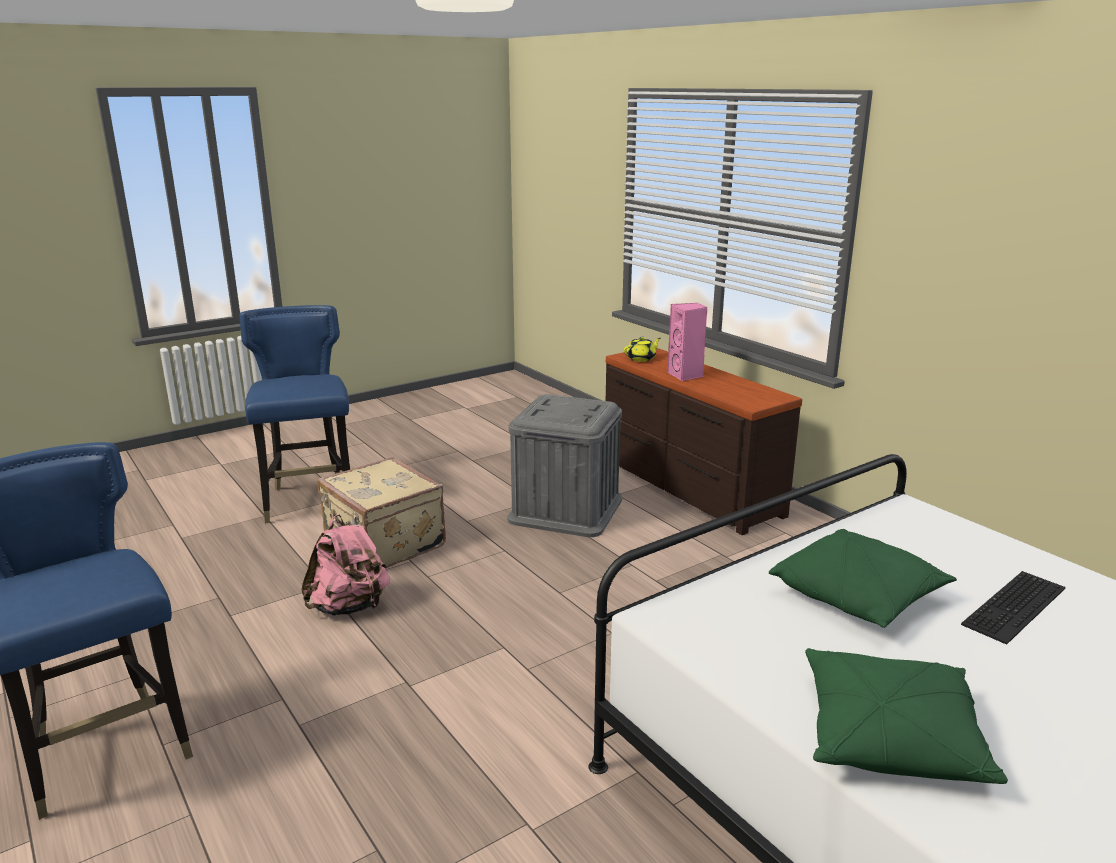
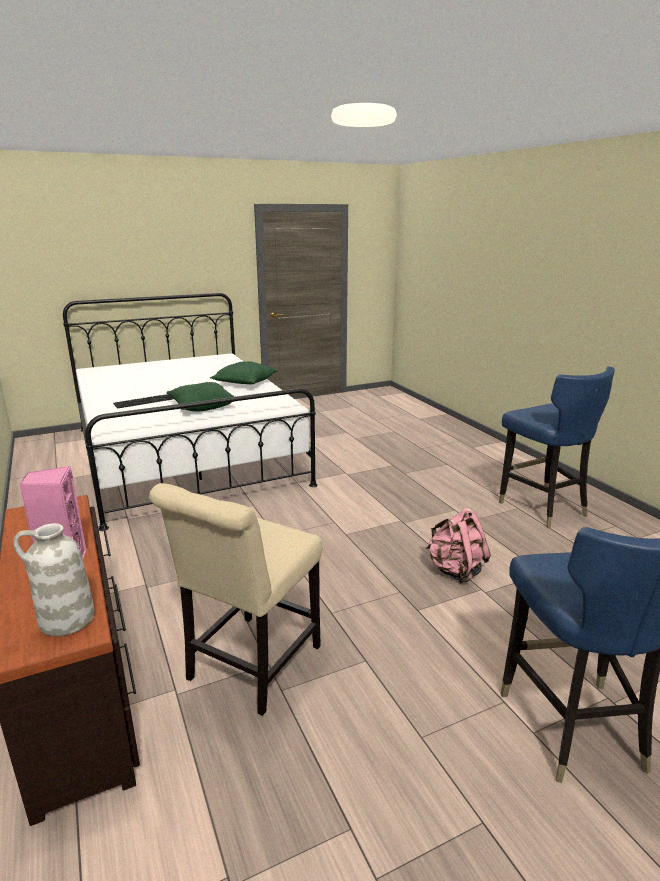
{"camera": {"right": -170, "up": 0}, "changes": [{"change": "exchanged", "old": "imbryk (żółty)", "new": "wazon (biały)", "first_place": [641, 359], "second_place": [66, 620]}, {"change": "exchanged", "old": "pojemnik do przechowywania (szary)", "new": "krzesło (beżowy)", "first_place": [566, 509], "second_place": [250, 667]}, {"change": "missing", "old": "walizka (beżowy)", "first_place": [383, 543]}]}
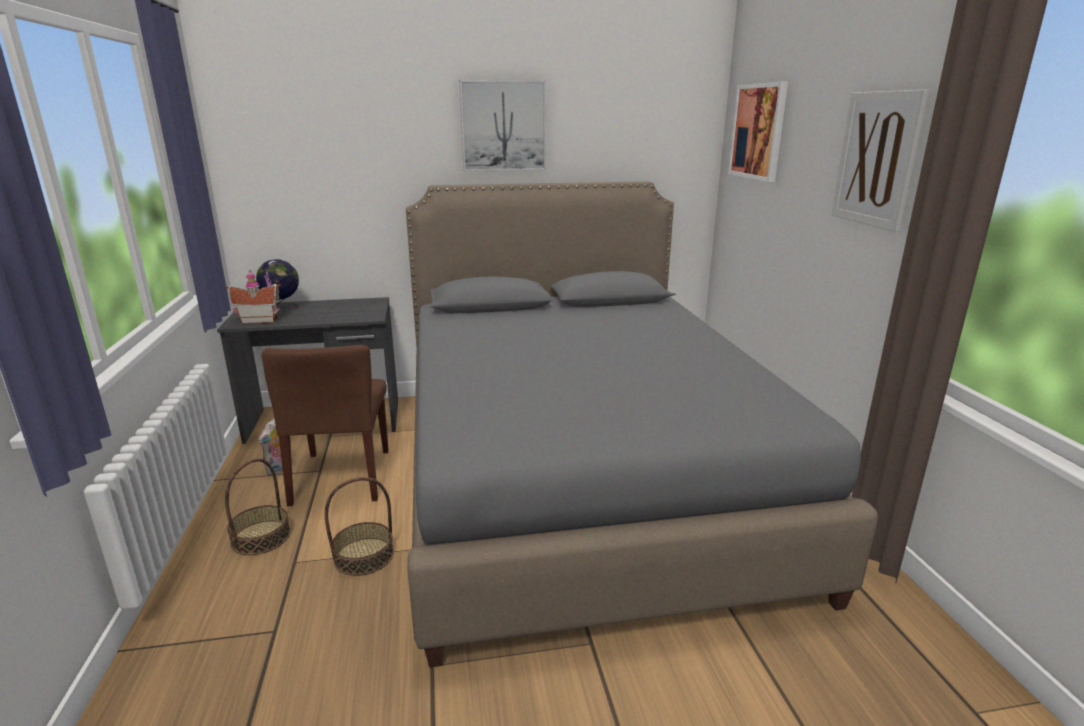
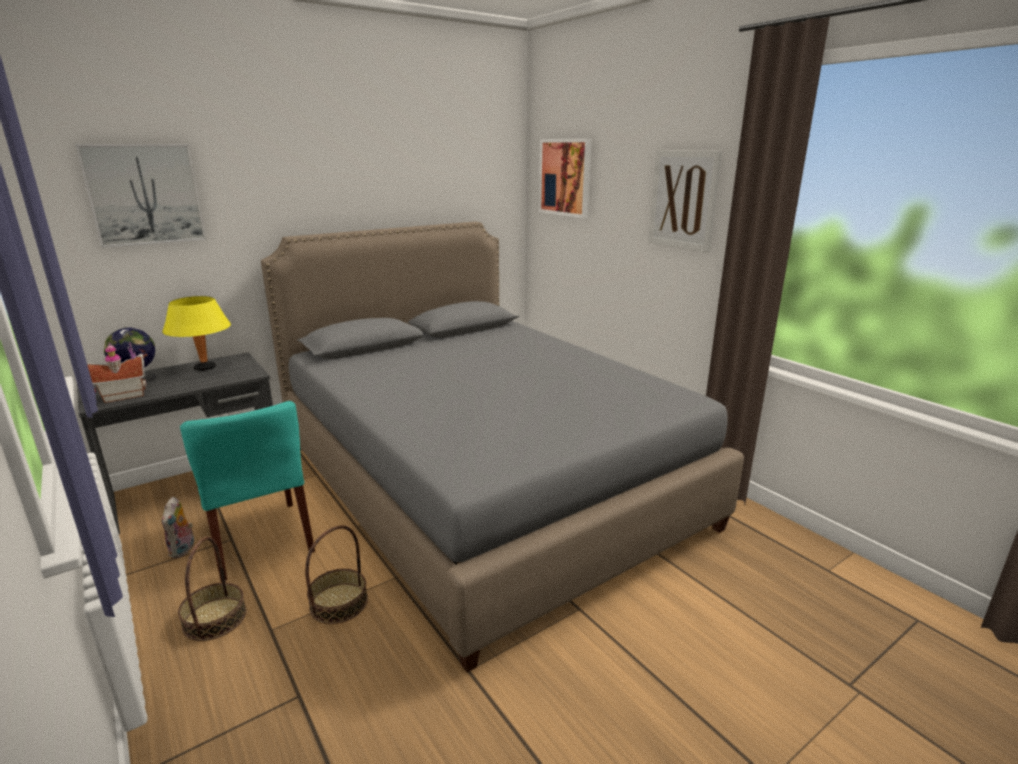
{"camera": {"right": -25, "up": 0}, "changes": [{"change": "relocated", "old": "obraz", "first_place": [503, 126], "second_place": [145, 194]}, {"change": "appeared", "new": "lampa stołowa (żółty)", "second_place": [205, 367]}, {"change": "colour", "old": "krzesło (brązowy)", "new": "krzesło (turkusowy)", "first_place": [342, 477], "second_place": [261, 539]}]}
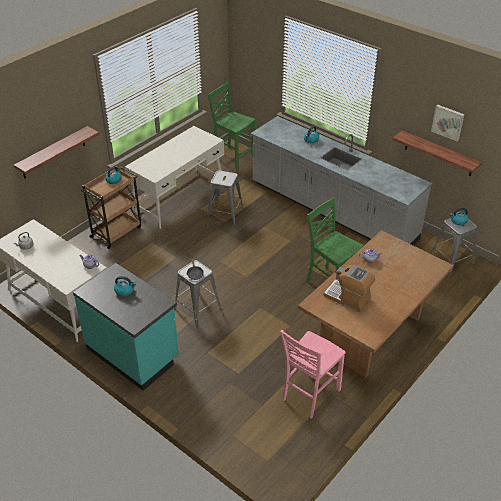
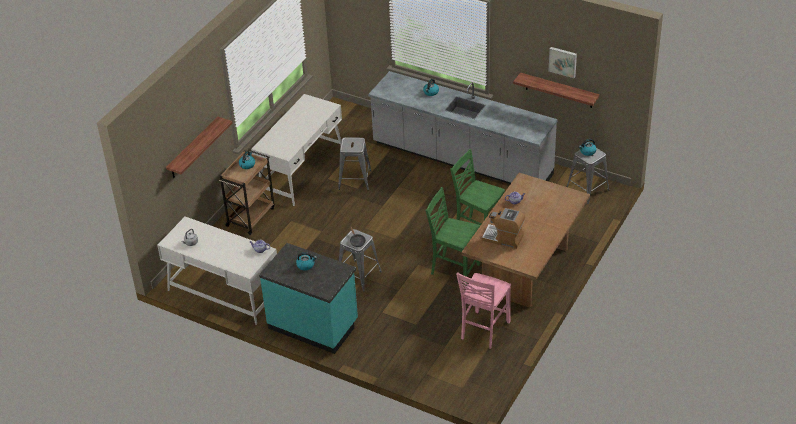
{"camera": {"right": -10, "up": 0}, "changes": [{"change": "relocated", "old": "krzesło (zielony)", "first_place": [232, 156], "second_place": [454, 269]}]}
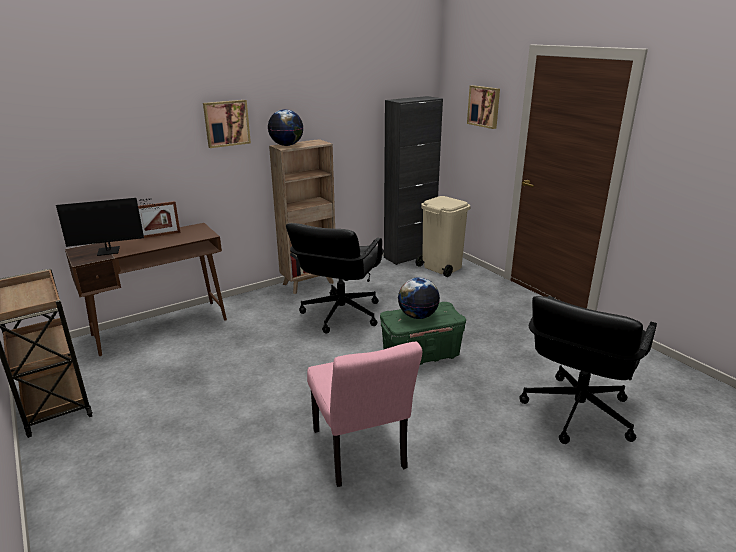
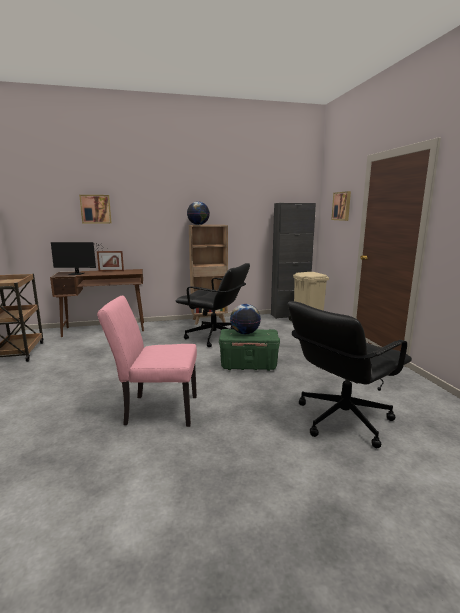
{"camera": {"right": 20, "up": -10}, "changes": [{"change": "relocated", "old": "obraz", "first_place": [226, 123], "second_place": [96, 209]}, {"change": "spun", "old": "krzesło (różowy)", "first_place": [361, 454], "second_place": [155, 410], "degrees": 90}, {"change": "spun", "old": "krzesło biurowe (czarny)", "first_place": [340, 314], "second_place": [214, 337], "degrees": -105}]}
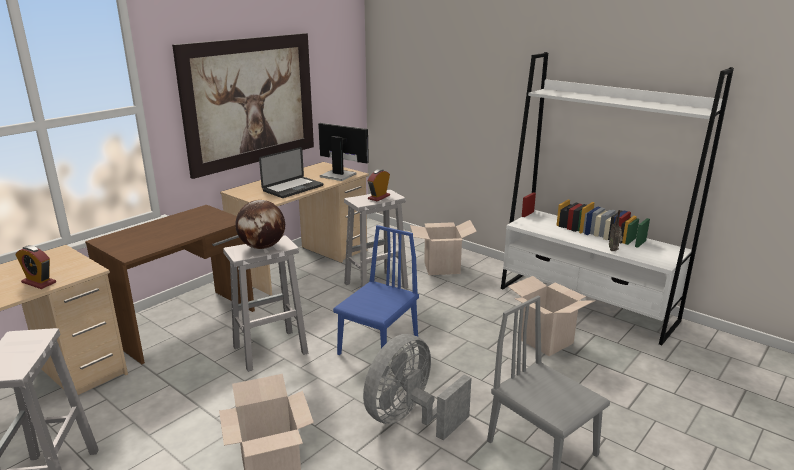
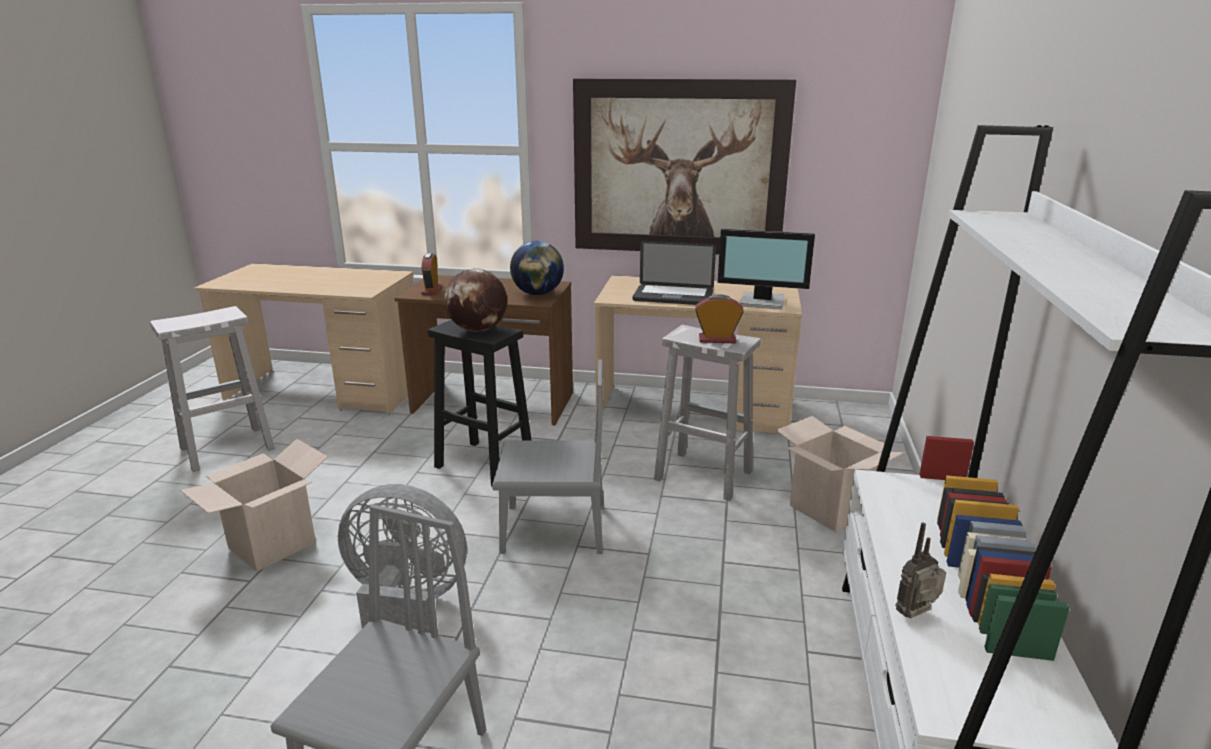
{"camera": {"right": 60, "up": 0}, "changes": [{"change": "relocated", "old": "budzik", "first_place": [39, 282], "second_place": [432, 290]}, {"change": "colour", "old": "stołek (biały)", "new": "stołek (czarny)", "first_place": [269, 350], "second_place": [483, 463]}, {"change": "colour", "old": "krzesło (niebieski)", "new": "krzesło (szary)", "first_place": [378, 346], "second_place": [553, 529]}, {"change": "appeared", "new": "globus", "second_place": [538, 294]}, {"change": "spun", "old": "monitor", "first_place": [338, 175], "second_place": [762, 302], "degrees": 105}, {"change": "missing", "old": "karton", "first_place": [545, 341]}]}
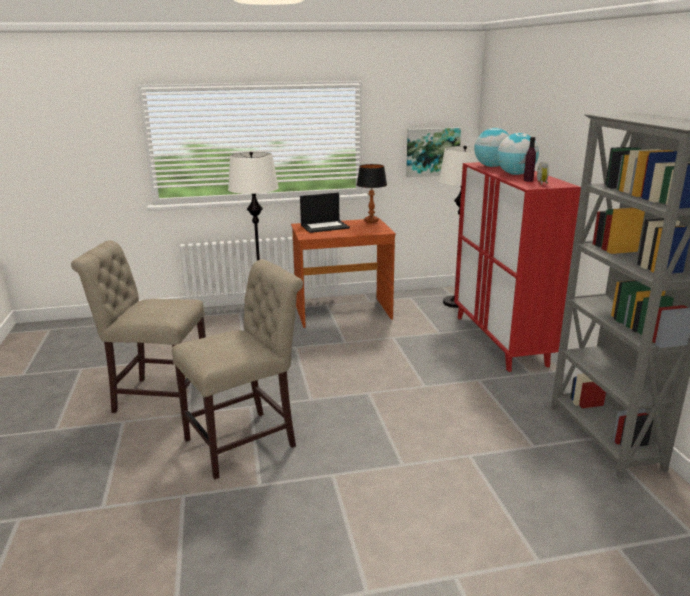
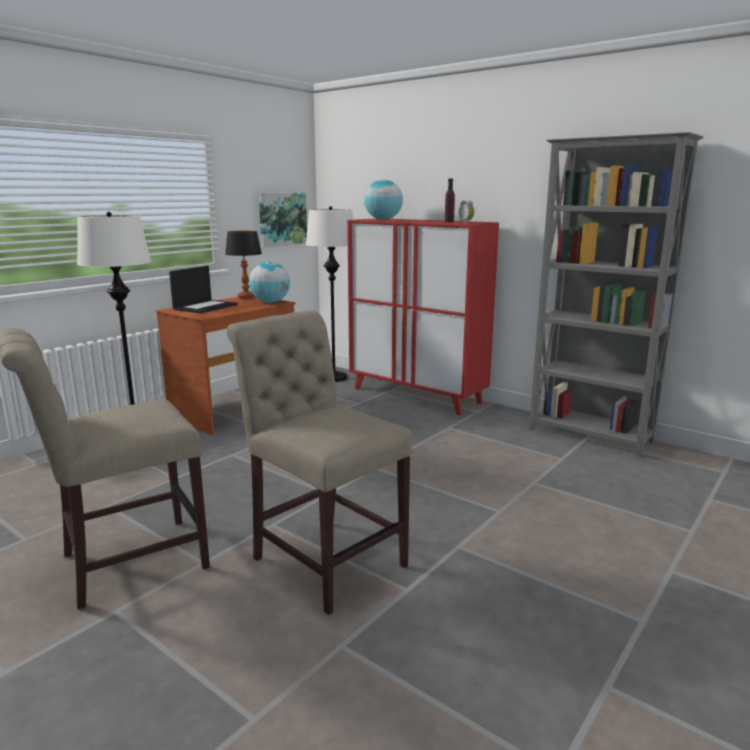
{"camera": {"right": -40, "up": -5}, "changes": [{"change": "spun", "old": "krzesło (beżowy)", "first_place": [246, 441], "second_place": [324, 558], "degrees": -60}, {"change": "relocated", "old": "globus", "first_place": [515, 174], "second_place": [270, 302]}]}
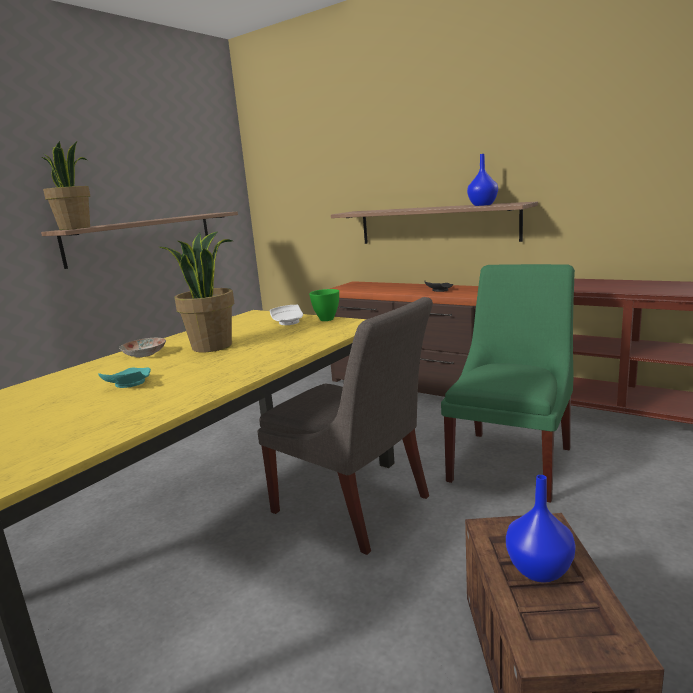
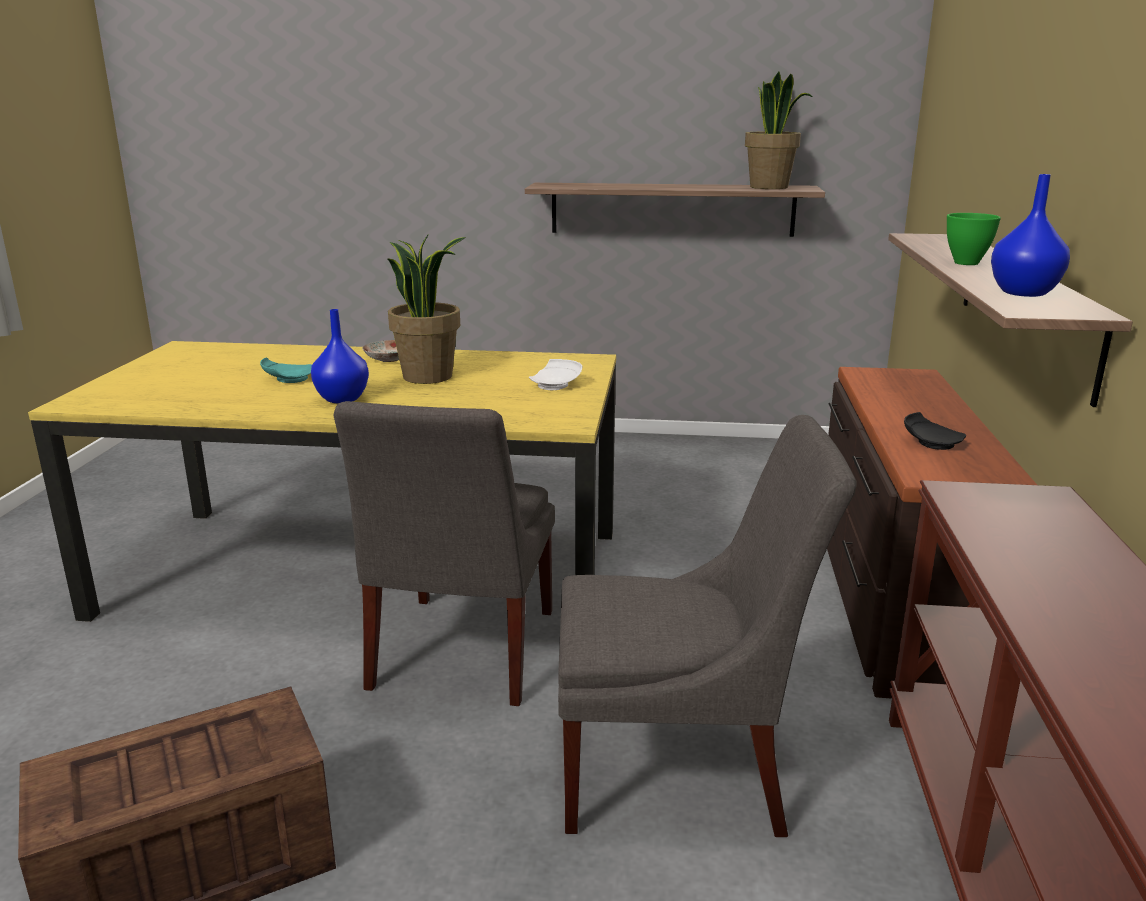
{"camera": {"right": 60, "up": 5}, "changes": [{"change": "relocated", "old": "wazon (niebieski)", "first_place": [540, 571], "second_place": [341, 399]}, {"change": "colour", "old": "krzesło (zielony)", "new": "krzesło (szary)", "first_place": [512, 461], "second_place": [681, 770]}, {"change": "relocated", "old": "roślina doniczkowa", "first_place": [76, 228], "second_place": [770, 187]}, {"change": "relocated", "old": "miska (zielony)", "first_place": [326, 319], "second_place": [965, 263]}]}
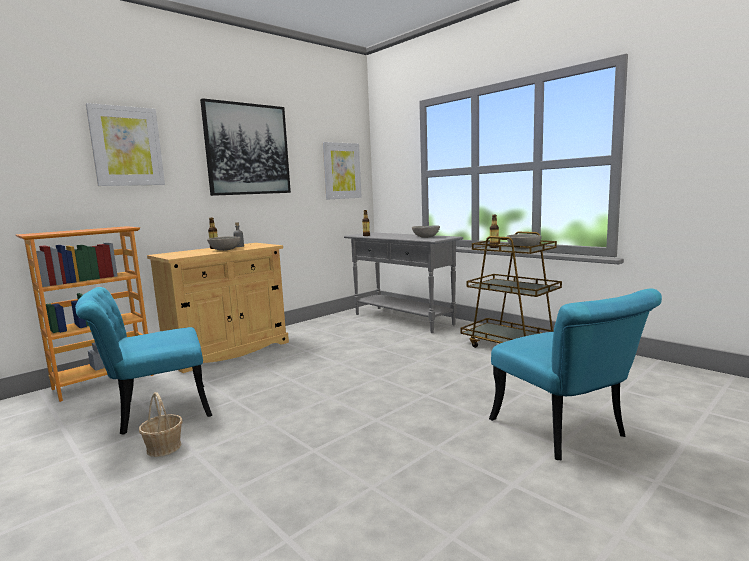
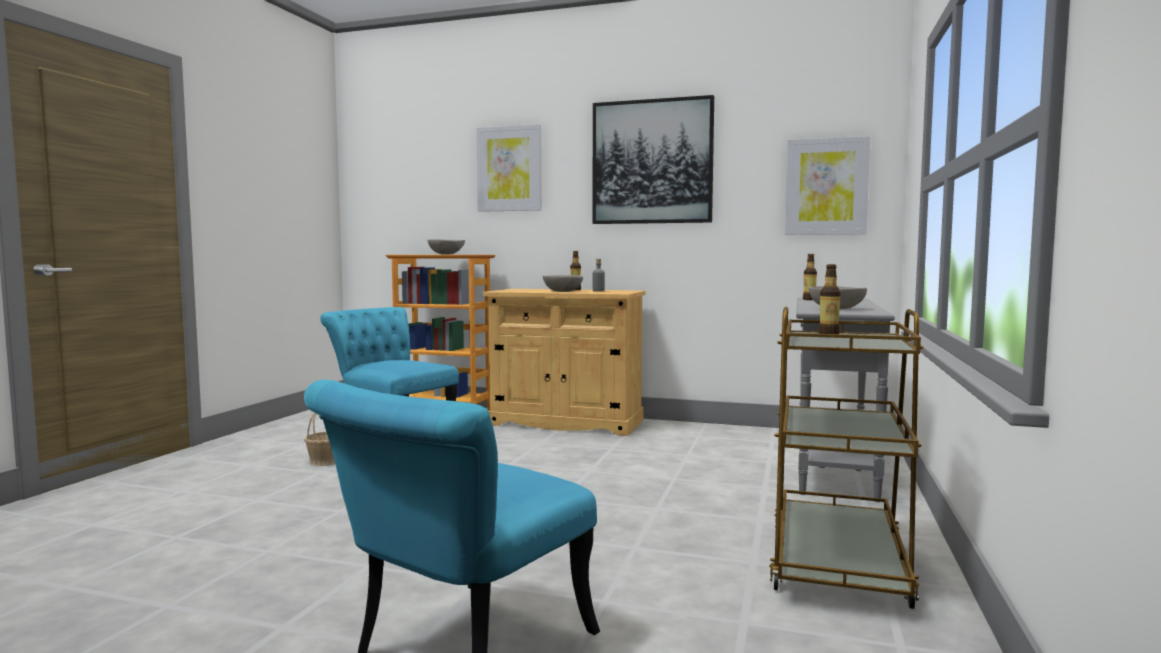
{"camera": {"right": 60, "up": -5}, "changes": [{"change": "relocated", "old": "miska (szary)", "first_place": [524, 248], "second_place": [446, 254]}]}
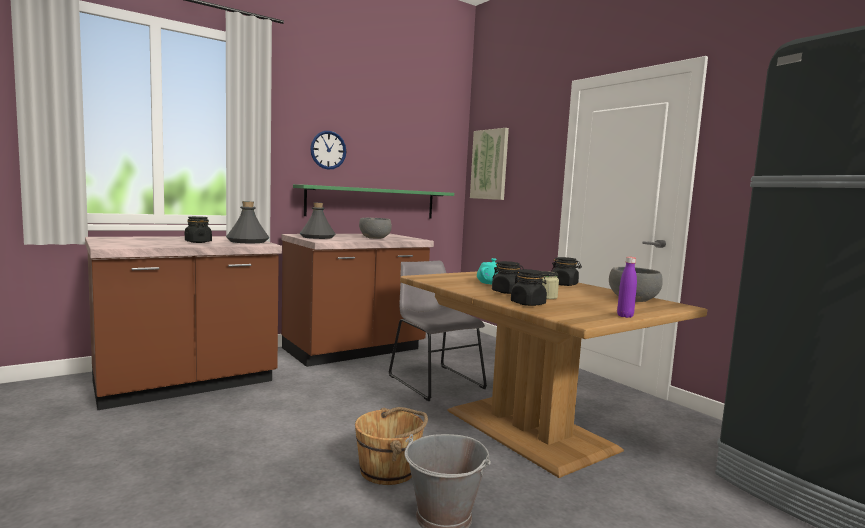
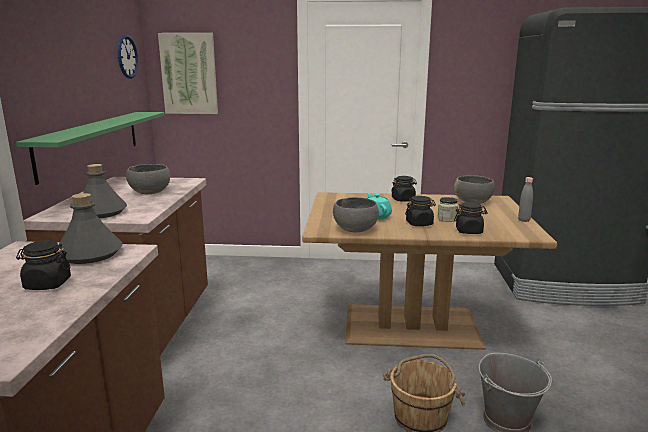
{"camera": {"right": -50, "up": 10}, "changes": [{"change": "relocated", "old": "zegar ścienny", "first_place": [328, 150], "second_place": [127, 57]}, {"change": "appeared", "new": "miska (szary)", "second_place": [355, 229]}, {"change": "colour", "old": "butelka (fioletowy)", "new": "butelka (szary)", "first_place": [625, 316], "second_place": [524, 220]}, {"change": "missing", "old": "krzesło (szary)", "first_place": [433, 380]}]}
